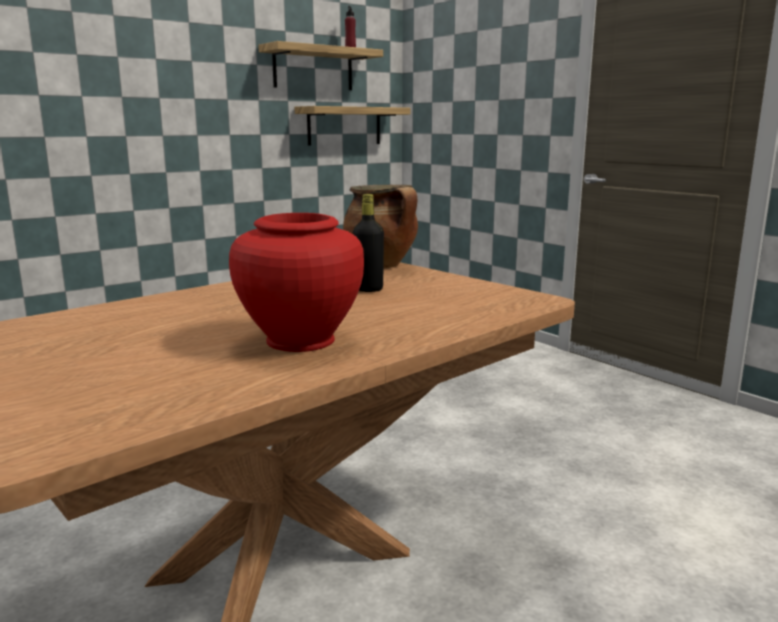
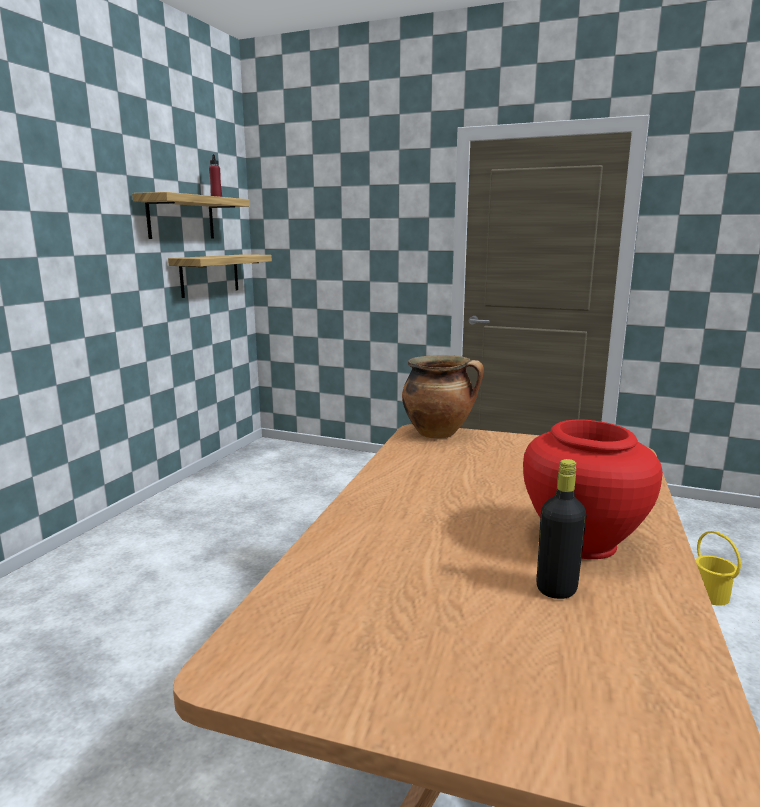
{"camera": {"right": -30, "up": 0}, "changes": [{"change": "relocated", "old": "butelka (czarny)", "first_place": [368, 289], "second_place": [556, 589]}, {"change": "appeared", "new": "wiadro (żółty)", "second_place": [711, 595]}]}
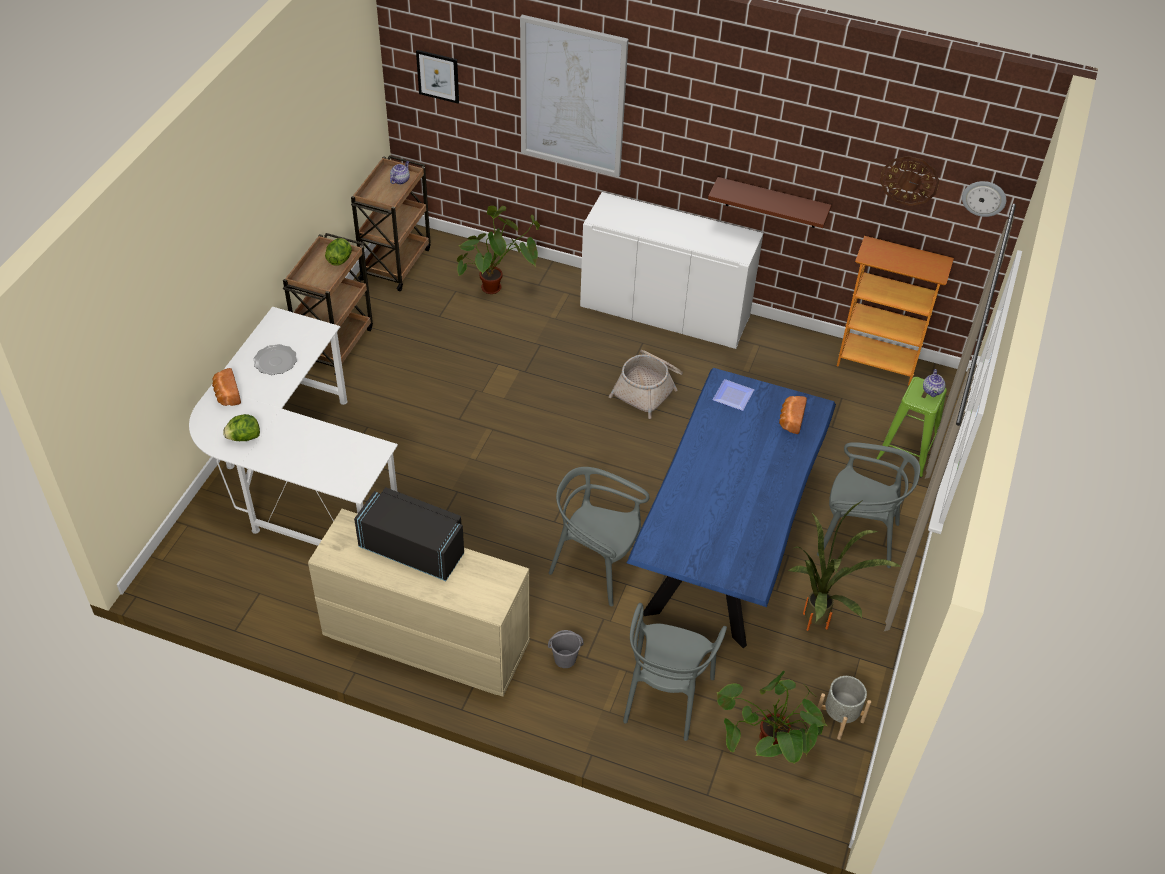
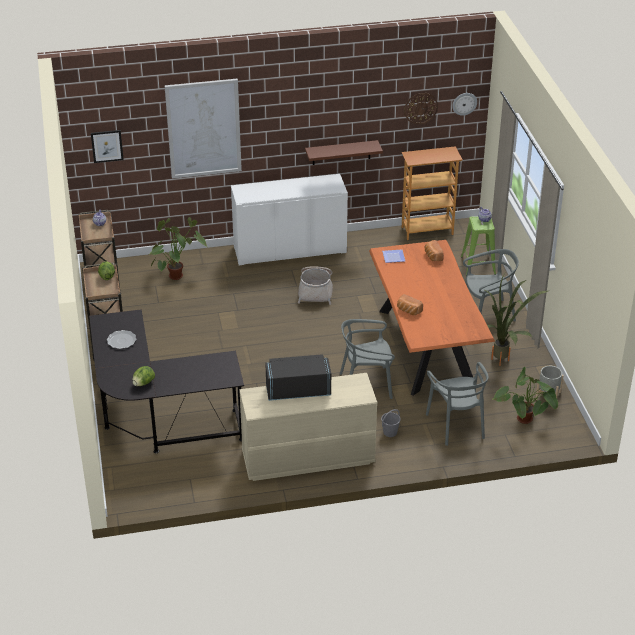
{"camera": {"right": -30, "up": -10}, "changes": [{"change": "colour", "old": "biurko (biały)", "new": "biurko (czarny)", "first_place": [297, 480], "second_place": [156, 417]}, {"change": "colour", "old": "stół jadalny (niebieski)", "new": "stół jadalny (pomarańczowy)", "first_place": [724, 547], "second_place": [425, 347]}, {"change": "relocated", "old": "chleb", "first_place": [226, 395], "second_place": [408, 311]}]}
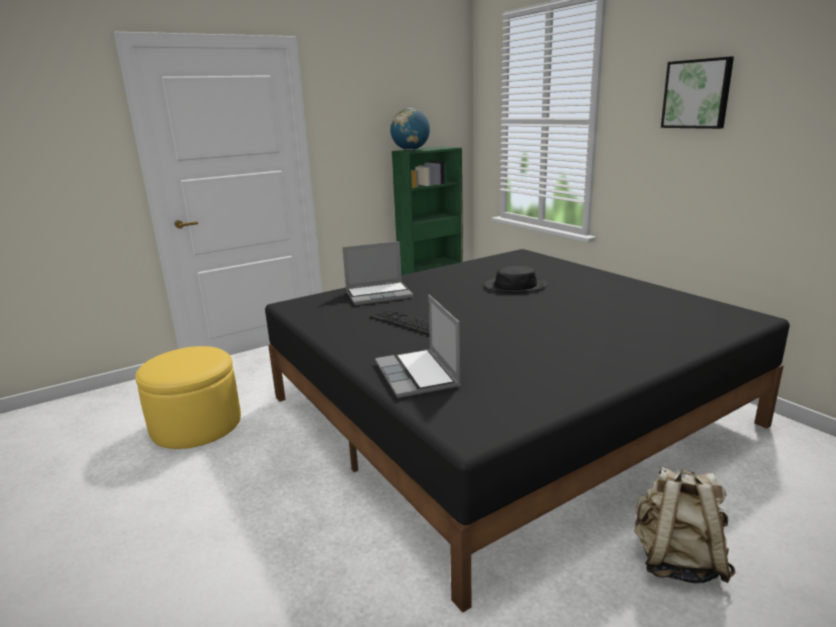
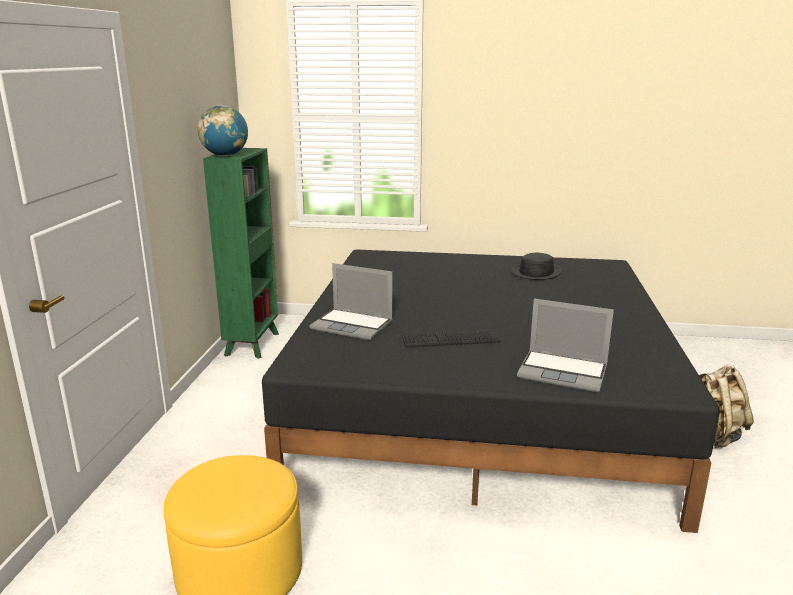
{"camera": {"right": -50, "up": 0}, "changes": [{"change": "spun", "old": "laptop", "first_place": [379, 294], "second_place": [353, 325], "degrees": 90}, {"change": "relocated", "old": "kapelusz (czarny)", "first_place": [515, 286], "second_place": [536, 272]}, {"change": "missing", "old": "obraz", "first_place": [697, 94]}]}
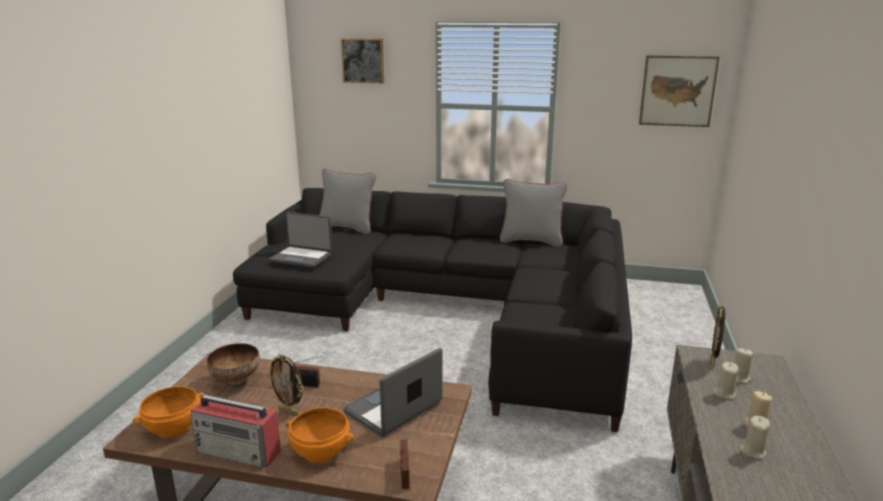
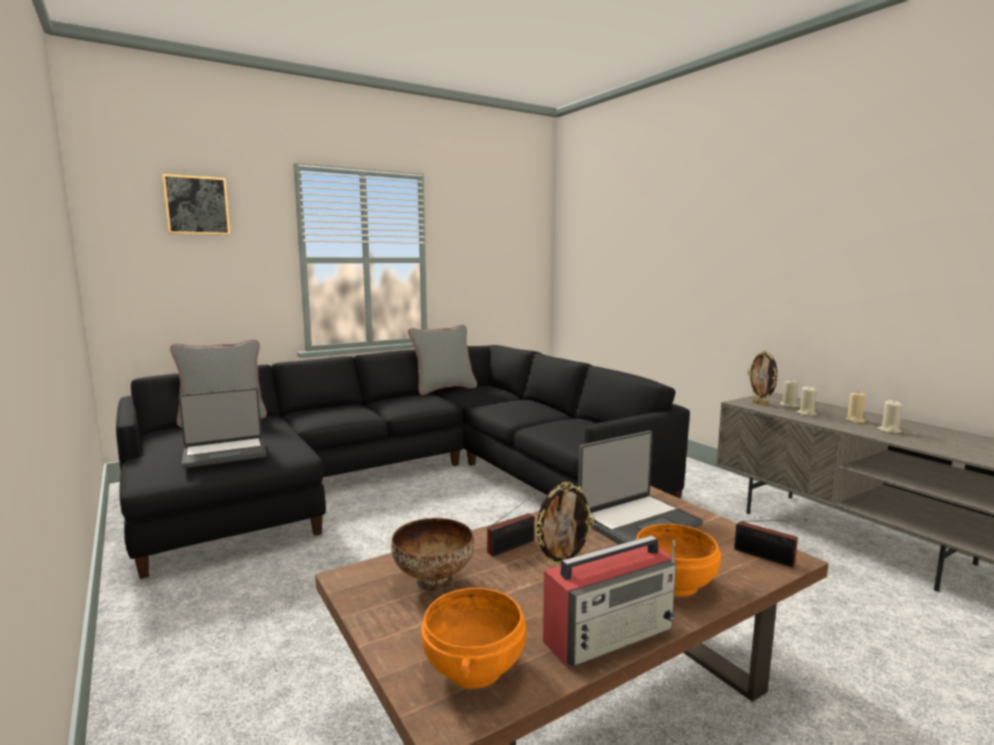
{"camera": {"right": -45, "up": -10}, "changes": [{"change": "spun", "old": "laptop", "first_place": [394, 408], "second_place": [637, 521], "degrees": -120}, {"change": "missing", "old": "obraz", "first_place": [677, 91]}]}
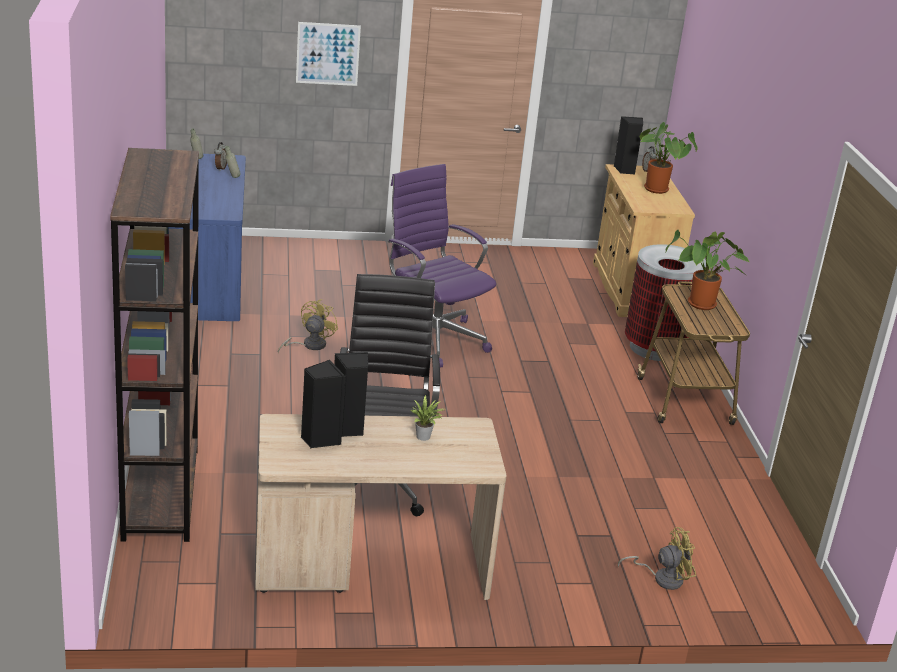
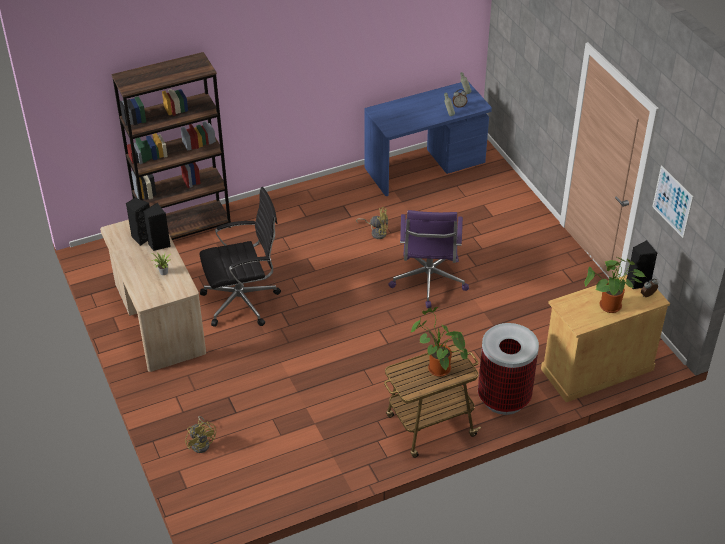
{"camera": {"right": 75, "up": 15}, "changes": [{"change": "spun", "old": "krzesło biurowe (fioletowy)", "first_place": [433, 338], "second_place": [428, 282], "degrees": 150}, {"change": "relocated", "old": "obraz", "first_place": [328, 54], "second_place": [672, 201]}]}
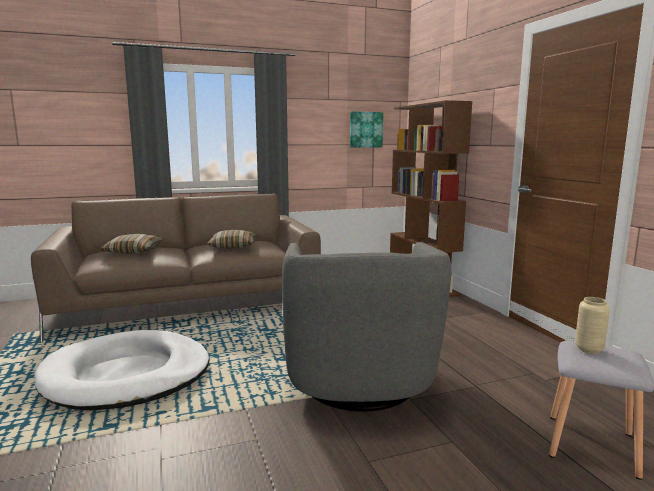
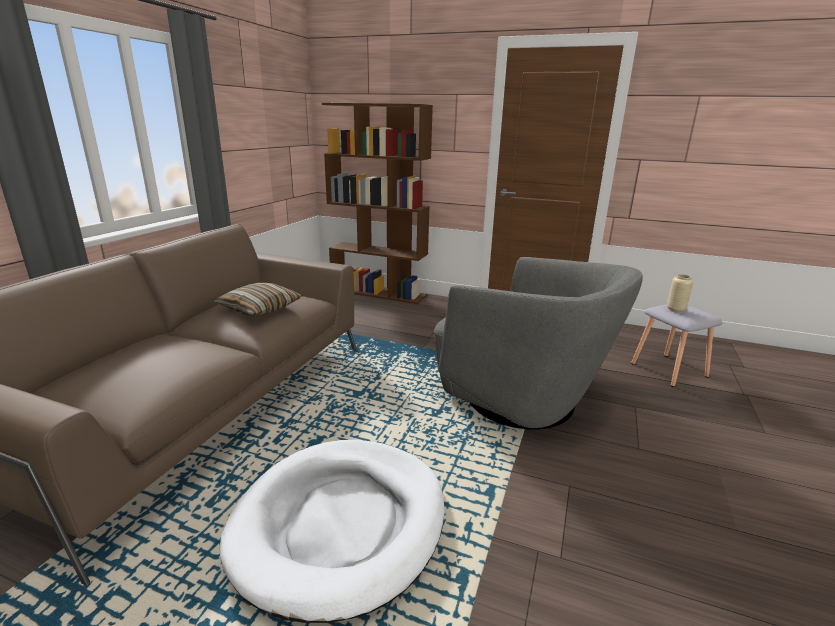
{"camera": {"right": -50, "up": 10}, "changes": [{"change": "missing", "old": "poduszka", "first_place": [134, 251]}, {"change": "missing", "old": "obraz", "first_place": [365, 129]}]}
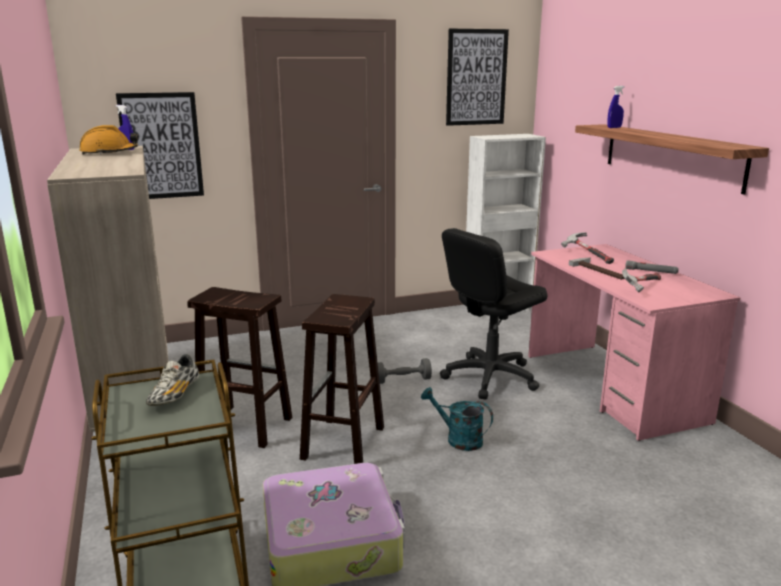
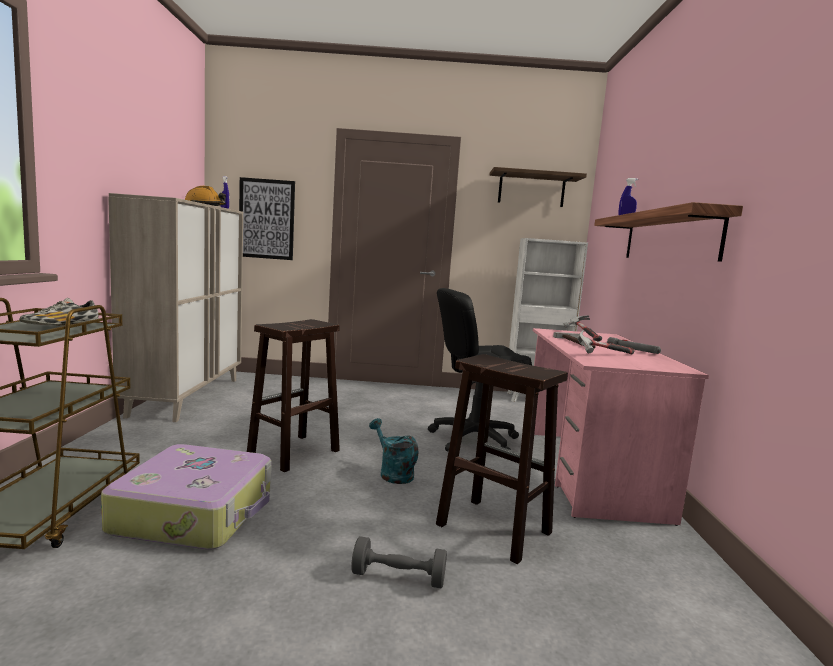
{"camera": {"right": 20, "up": -10}, "changes": [{"change": "relocated", "old": "hantel (szary)", "first_place": [403, 380], "second_place": [398, 577]}, {"change": "relocated", "old": "stołek (brązowy)", "first_place": [243, 426], "second_place": [492, 528]}, {"change": "exchanged", "old": "obraz", "new": "półka", "first_place": [476, 77], "second_place": [531, 190]}]}
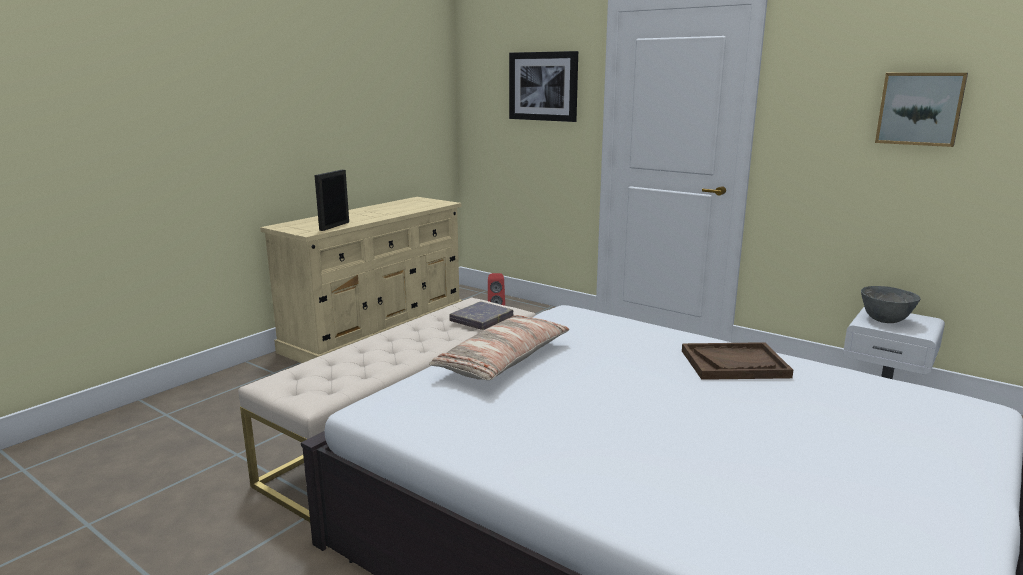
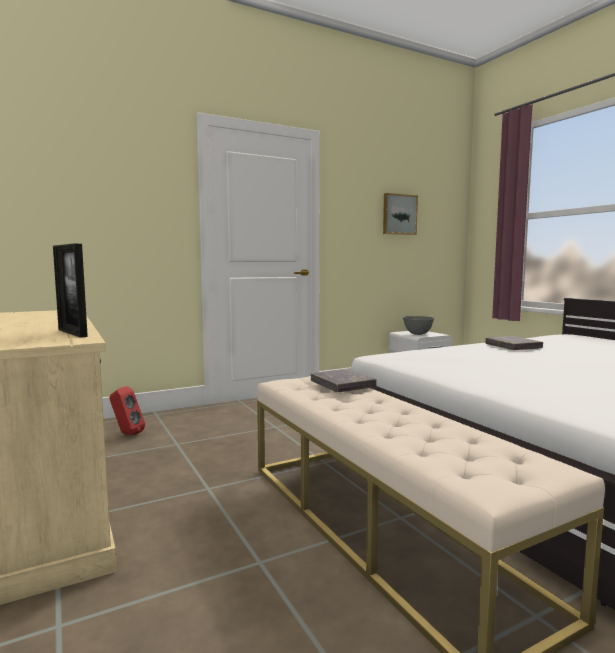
{"camera": {"right": -65, "up": -10}, "changes": [{"change": "exchanged", "old": "taca (brązowy)", "new": "książka (szary)", "first_place": [734, 364], "second_place": [513, 346]}, {"change": "missing", "old": "poduszka", "first_place": [504, 361]}, {"change": "missing", "old": "obraz", "first_place": [543, 86]}]}
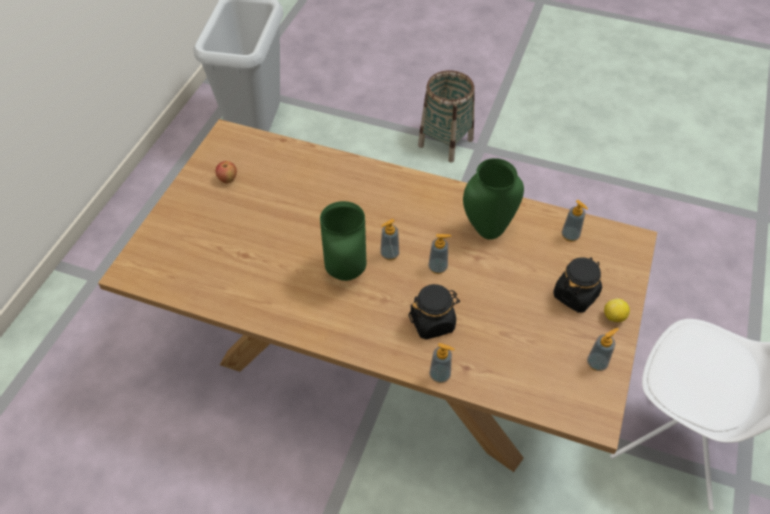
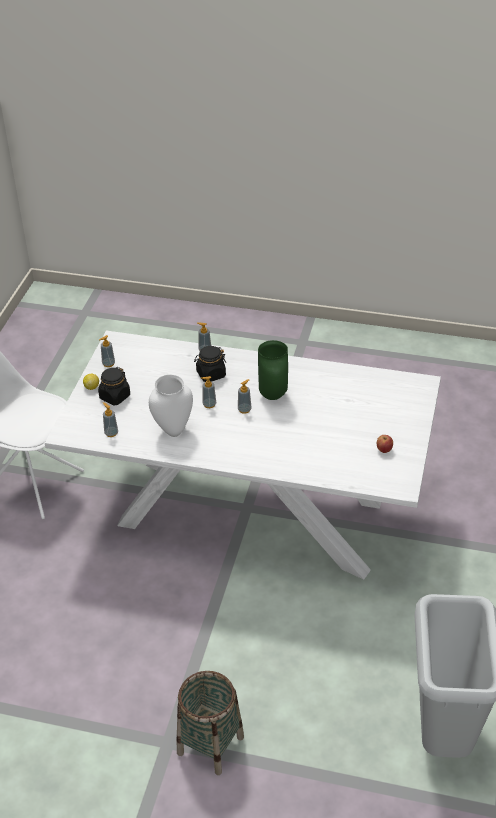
{"camera": {"right": 175, "up": -10}, "changes": [{"change": "colour", "old": "stół jadalny (brązowy)", "new": "stół jadalny (biały)", "first_place": [385, 361], "second_place": [250, 513]}, {"change": "colour", "old": "wazon (zielony)", "new": "wazon (biały)", "first_place": [487, 231], "second_place": [173, 430]}]}
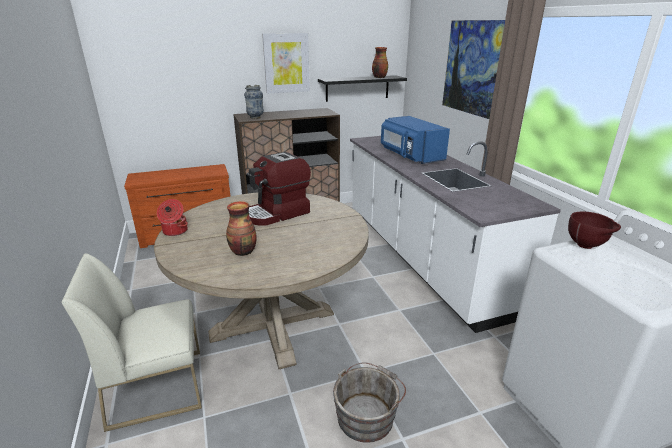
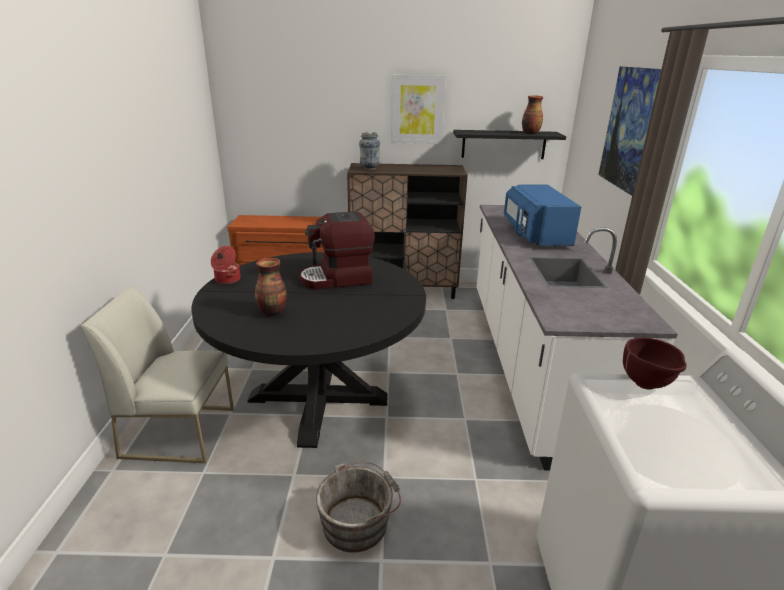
{"camera": {"right": 20, "up": 0}, "changes": [{"change": "colour", "old": "stół jadalny (beżowy)", "new": "stół jadalny (czarny)", "first_place": [273, 323], "second_place": [318, 398]}]}
